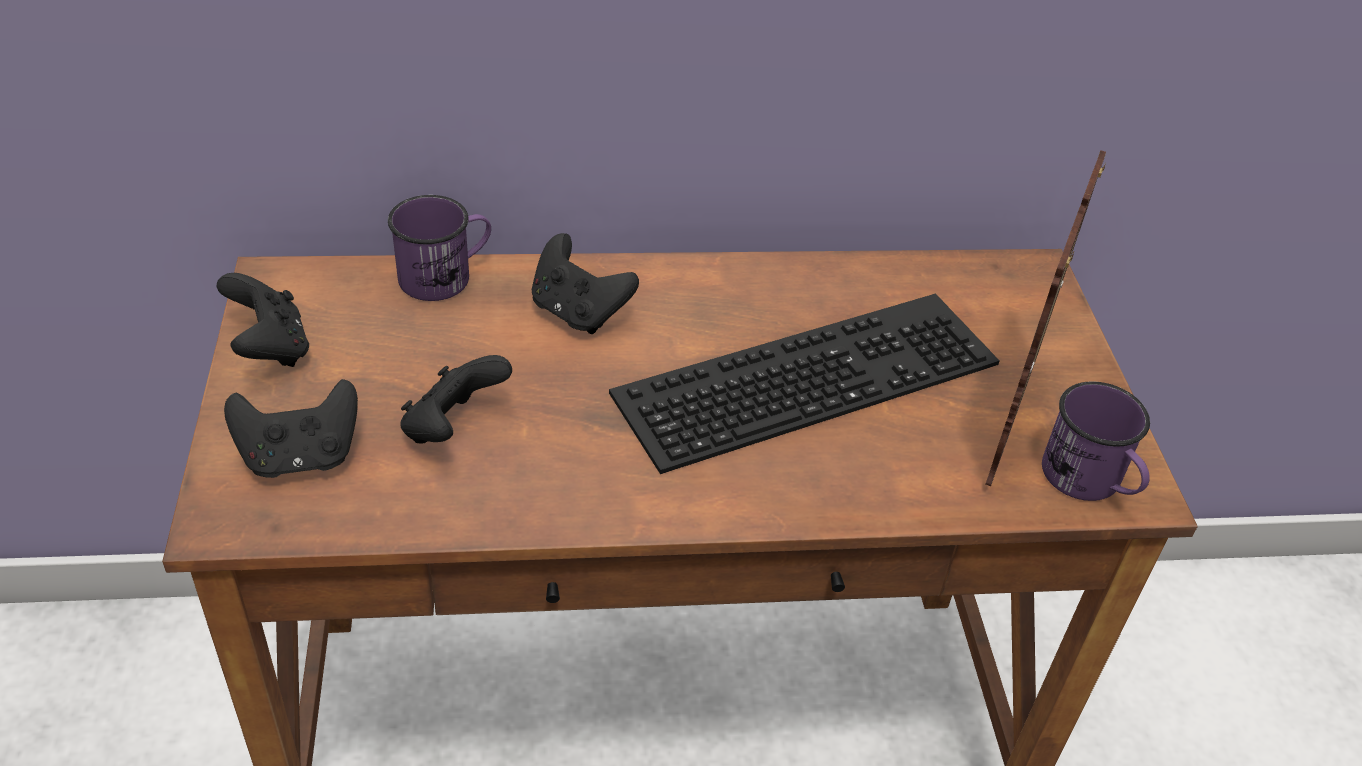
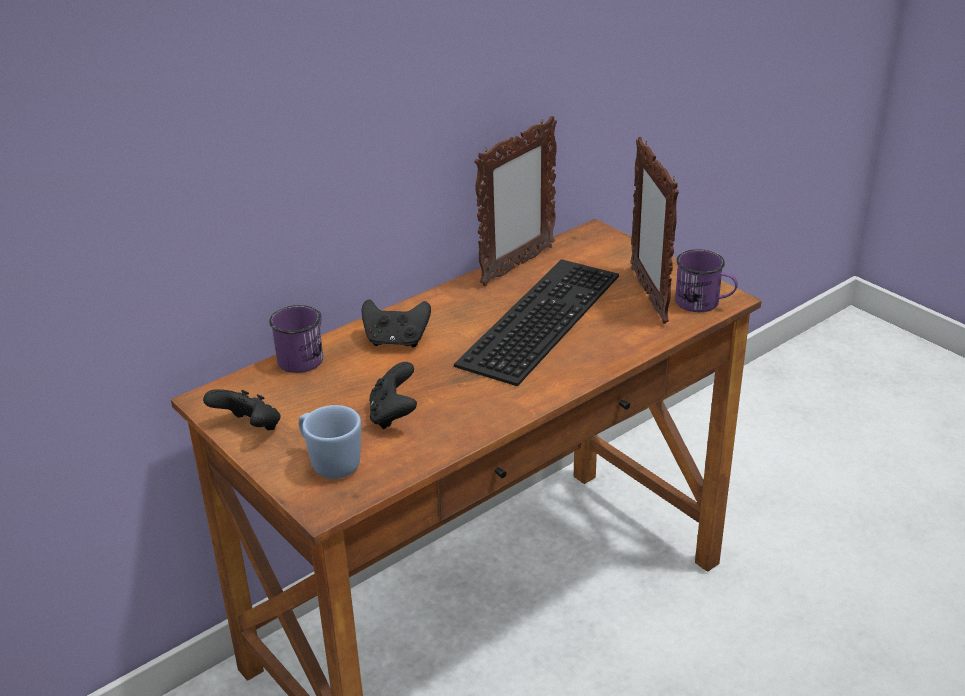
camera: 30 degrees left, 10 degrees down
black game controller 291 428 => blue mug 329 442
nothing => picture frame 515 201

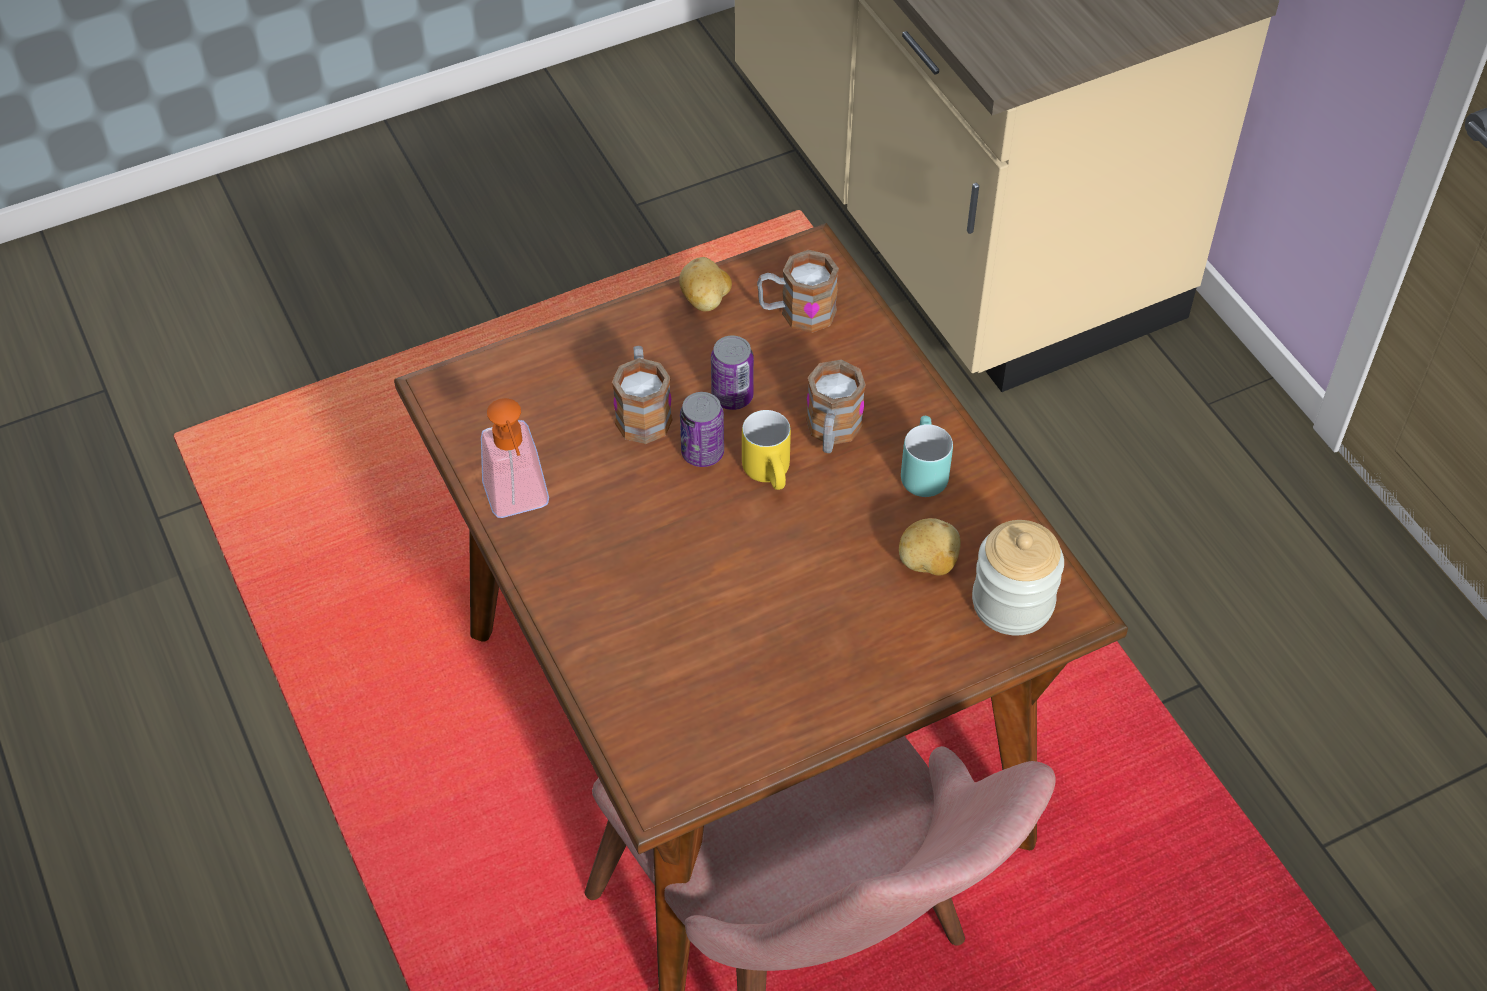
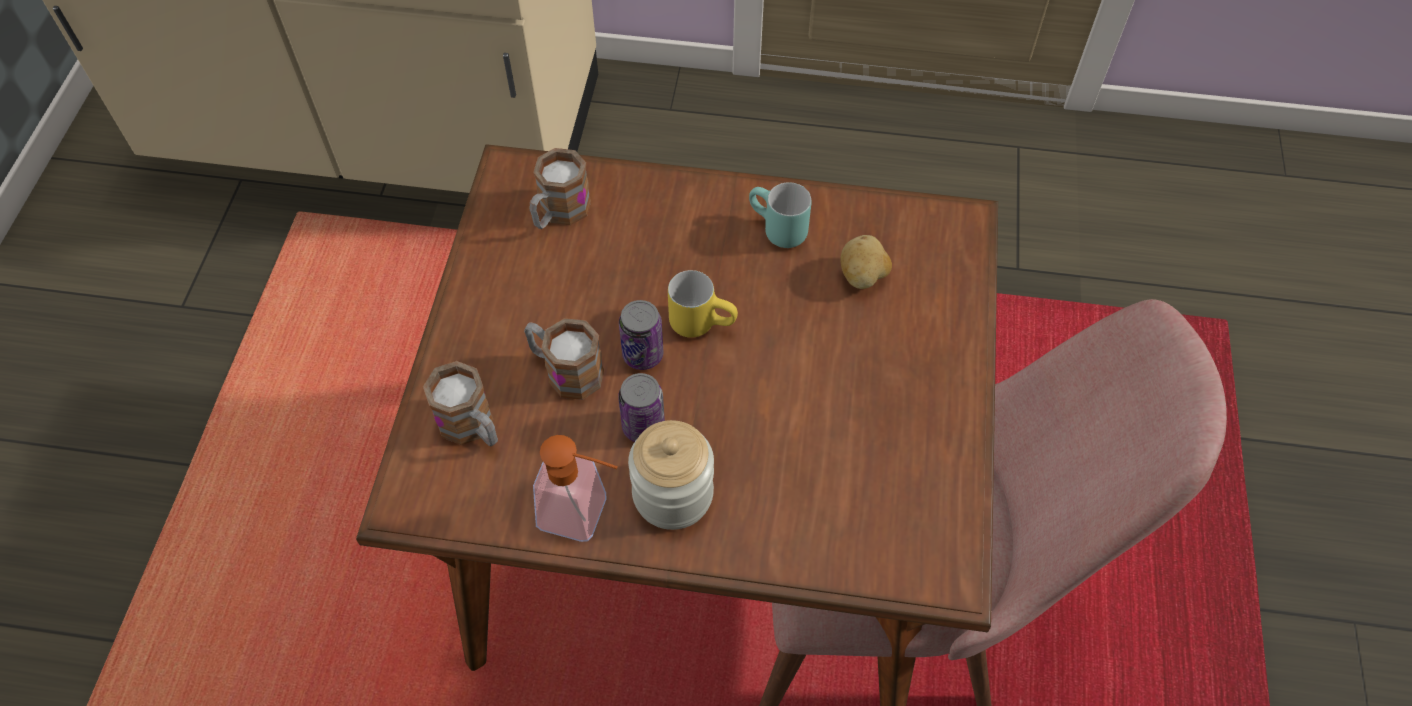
camera: 55 degrees left, 5 degrees up
mug 836 406 => mug 460 403, moved
can 732 373 => can 641 407, moved
jar 1018 577 => jar 671 475, moved
potato 705 284 => nothing

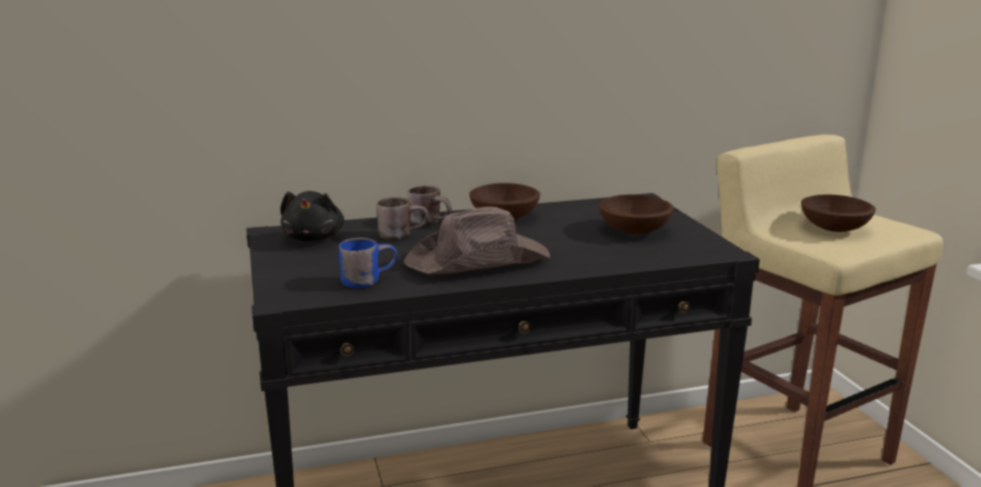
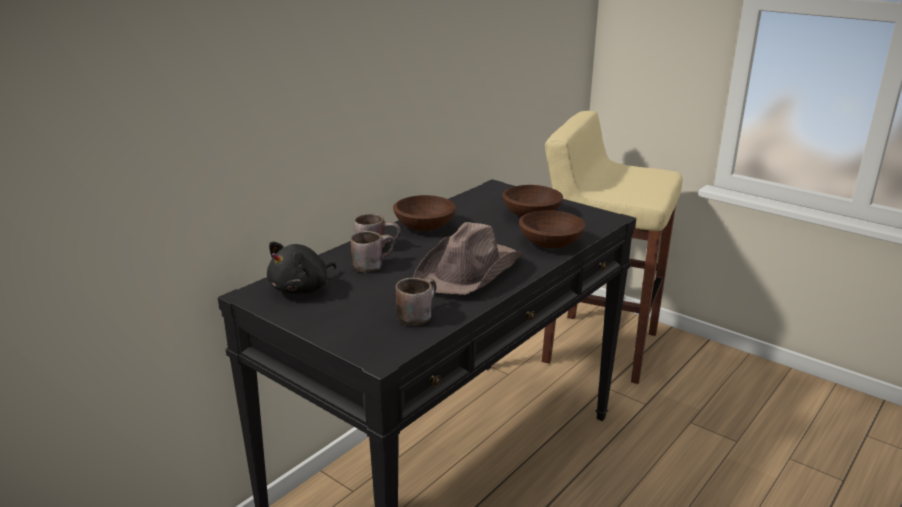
camera: 35 degrees left, 5 degrees up
black plush toy 312 216 => black plush toy 302 267, 75 degrees clockwise
blue mug 368 263 => brown mug 416 302
brown bowl 838 213 => brown bowl 552 229, moved

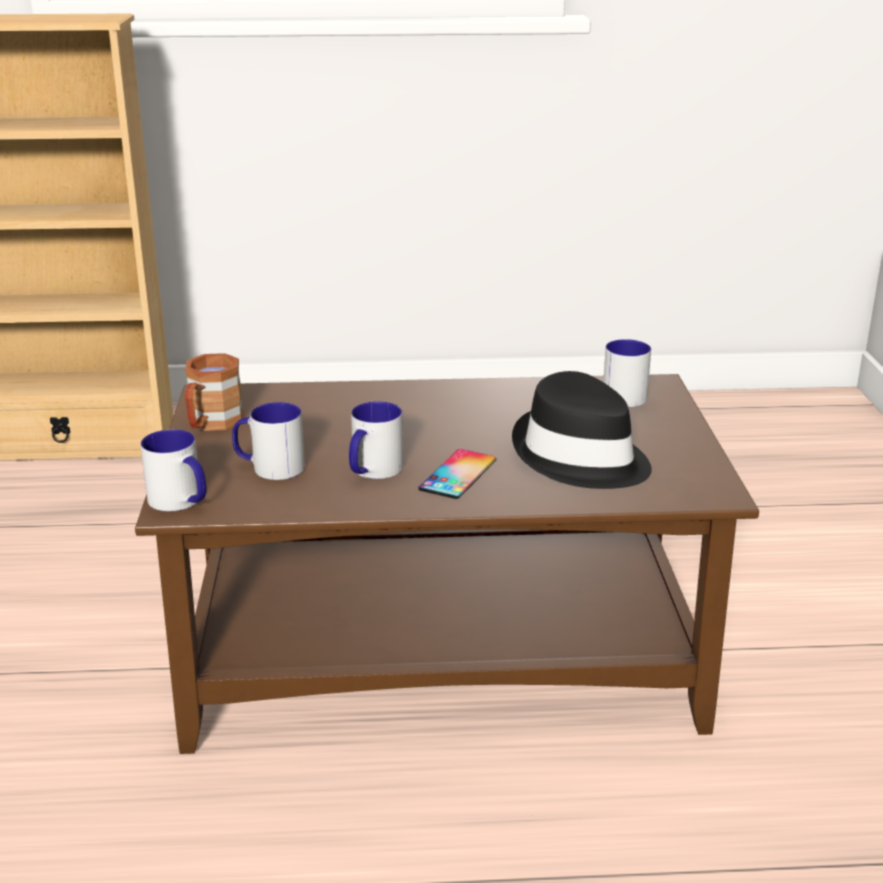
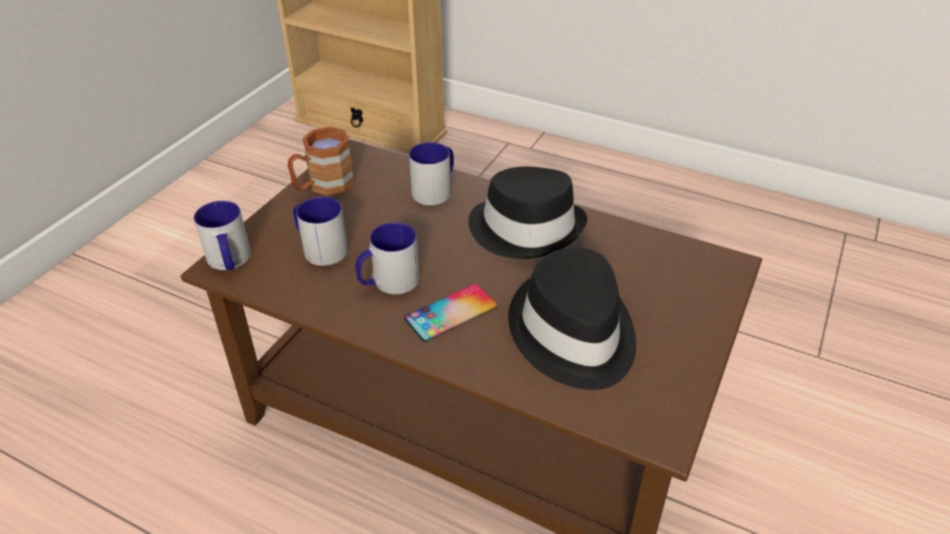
camera: 30 degrees right, 15 degrees up
mug 627 373 => mug 431 173, moved
nothing => black hat 527 213

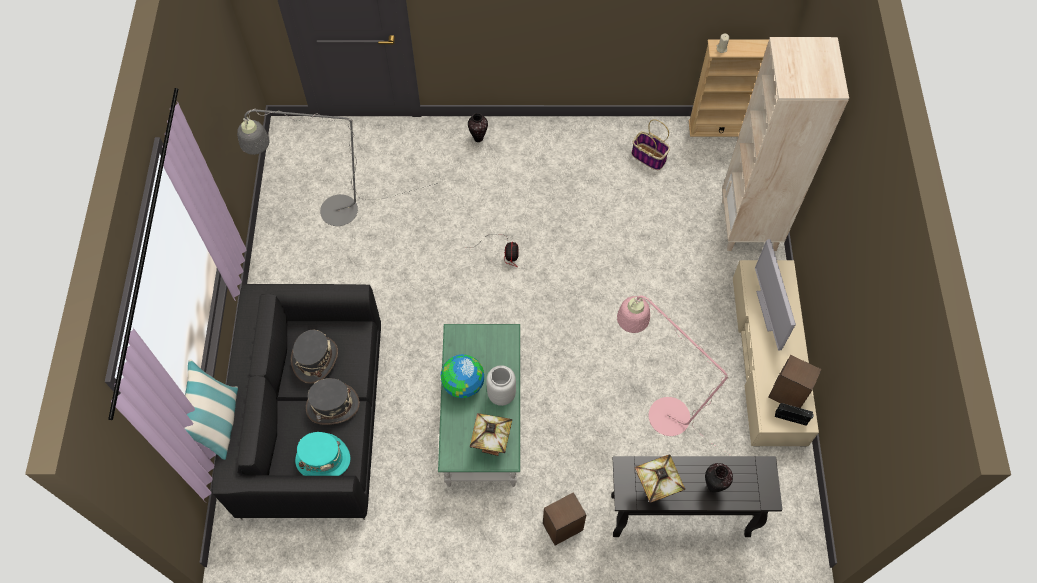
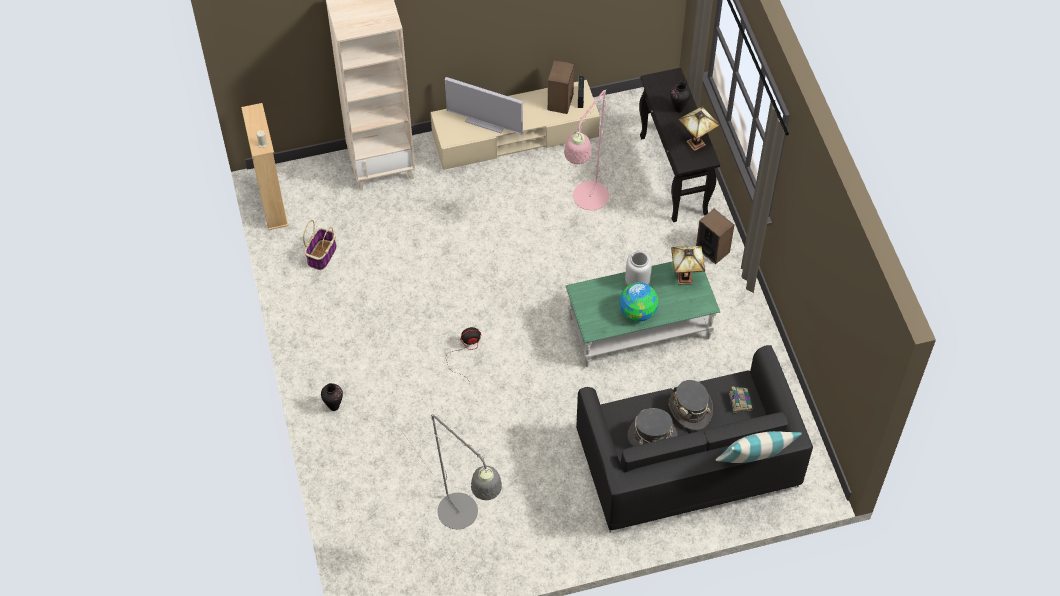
camera: 105 degrees left, 5 degrees down
television 775 295 => television 484 106, 45 degrees clockwise
turquoise hat 322 454 => book 741 400

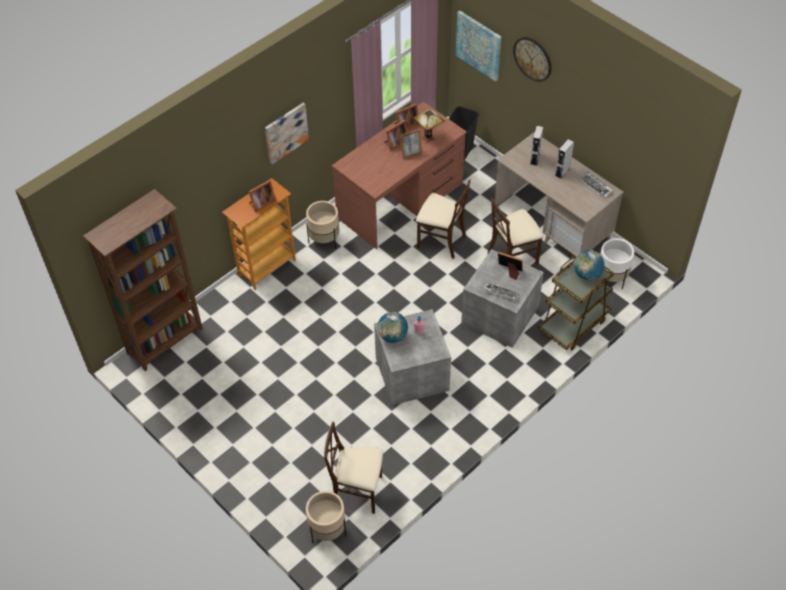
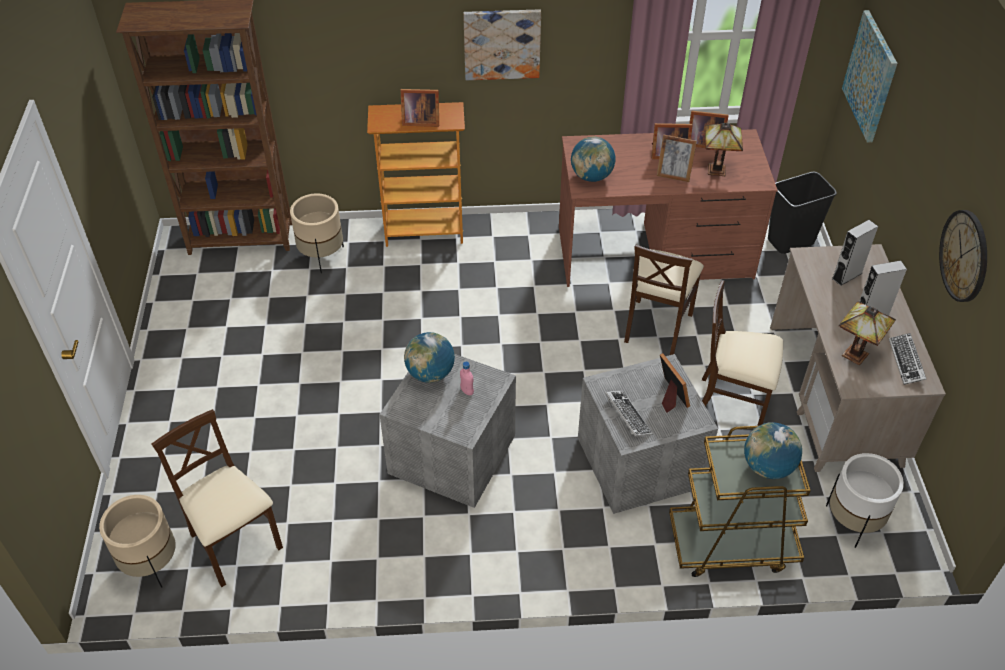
camera: 40 degrees right, 5 degrees down
beige planter 322 225 => beige planter 317 233, moved
nothing => globe 593 159
beige chair 443 219 => beige chair 664 299, 45 degrees clockwise
nothing => table lamp 867 333
wall clock 532 59 => wall clock 963 256, moved

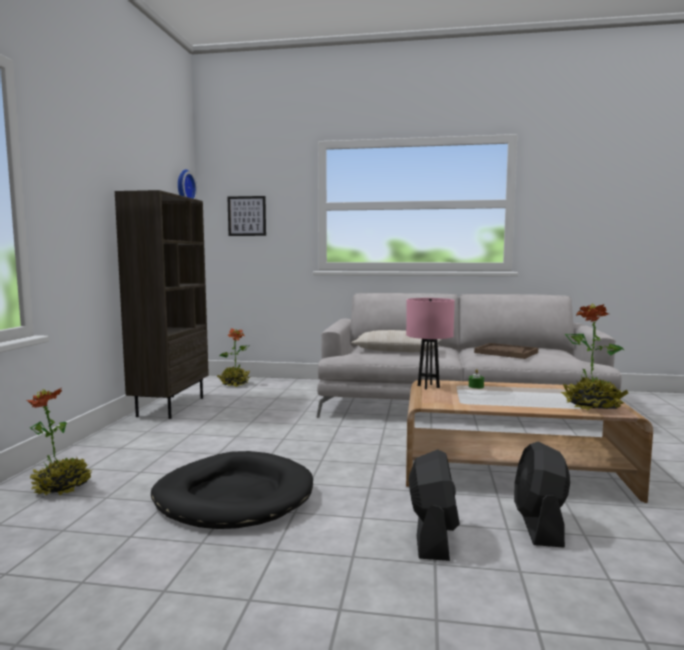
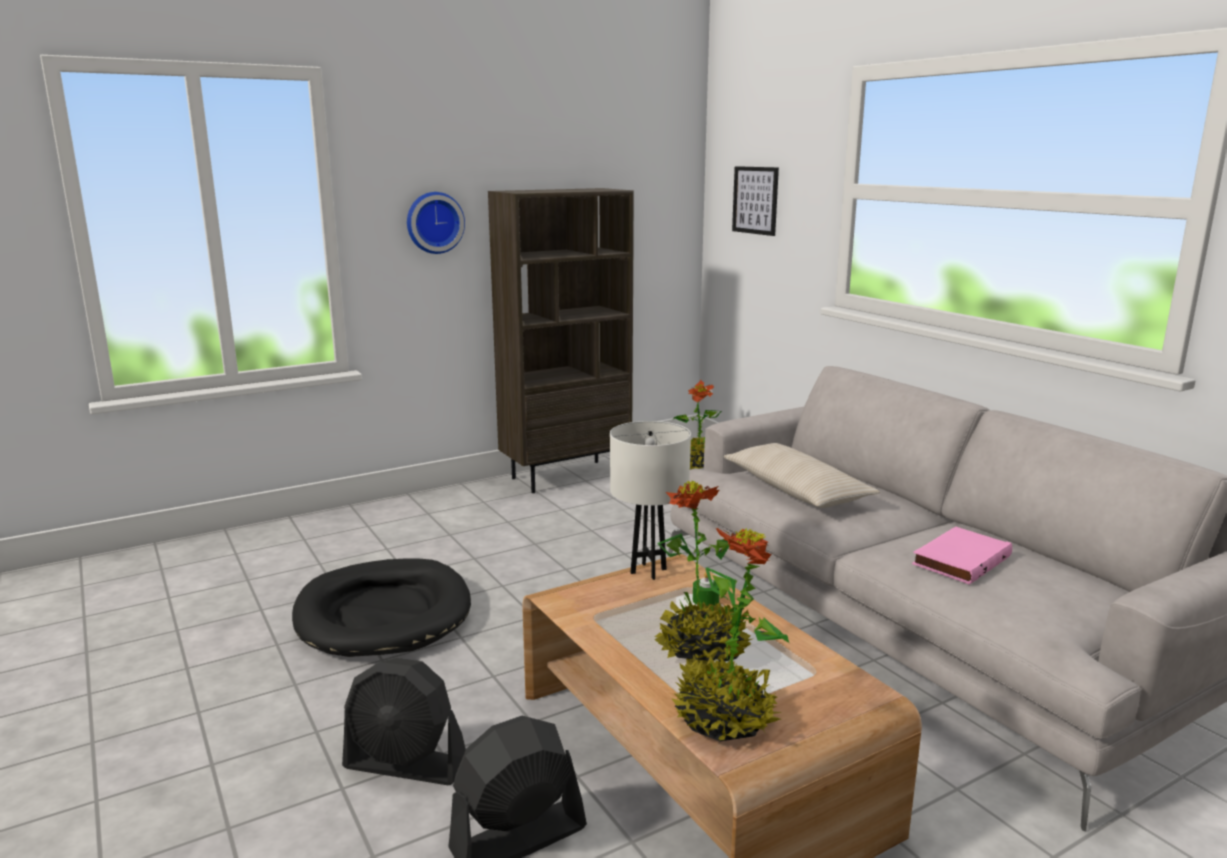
camera: 50 degrees right, 10 degrees up
black fan 434 505 => black fan 404 721, 45 degrees clockwise
wall clock 187 184 => wall clock 436 223, moved
pink table lamp 430 343 => white table lamp 650 500
potted plant 60 441 => potted plant 703 573, moved
brown tray 506 351 => pink book 962 556

